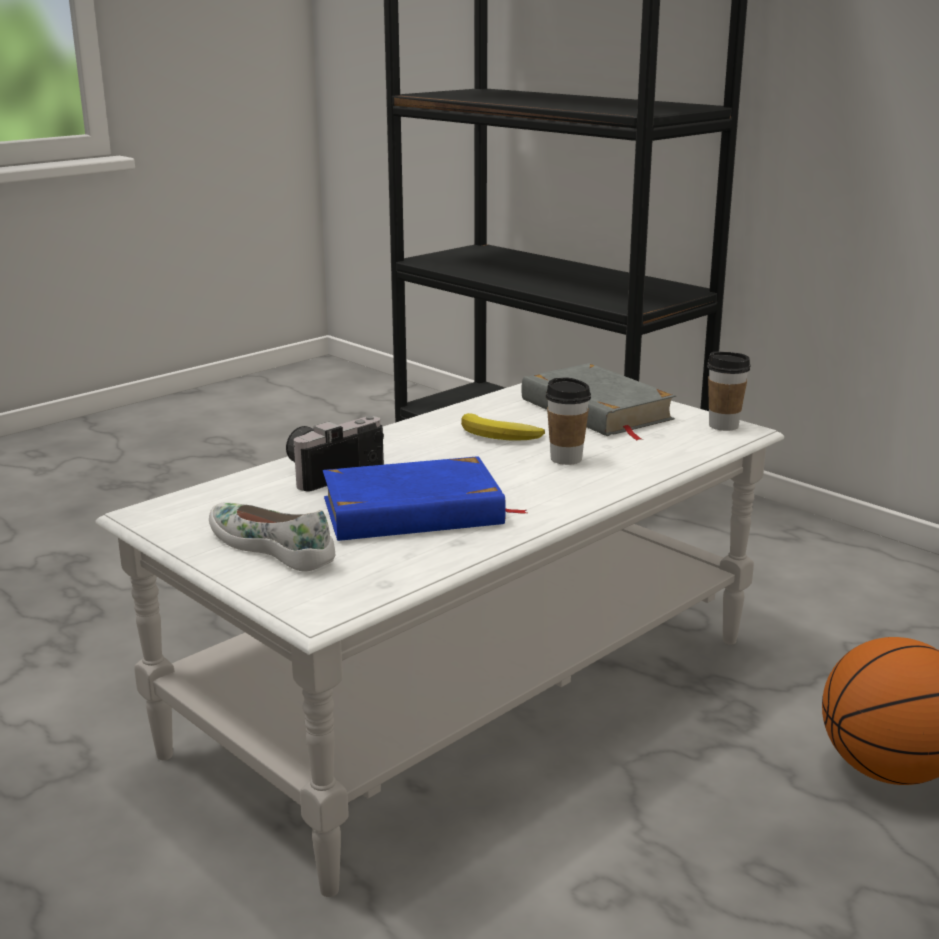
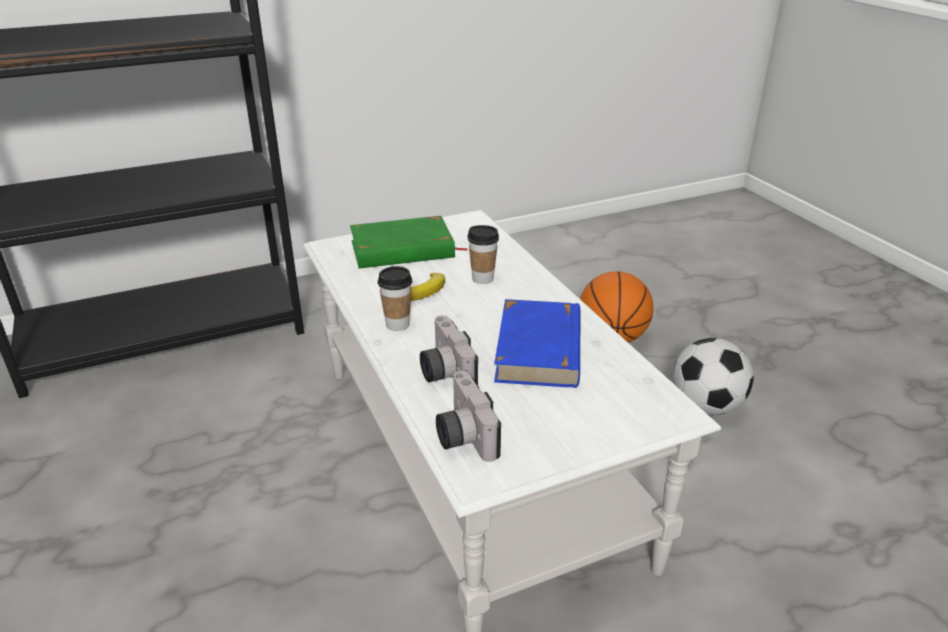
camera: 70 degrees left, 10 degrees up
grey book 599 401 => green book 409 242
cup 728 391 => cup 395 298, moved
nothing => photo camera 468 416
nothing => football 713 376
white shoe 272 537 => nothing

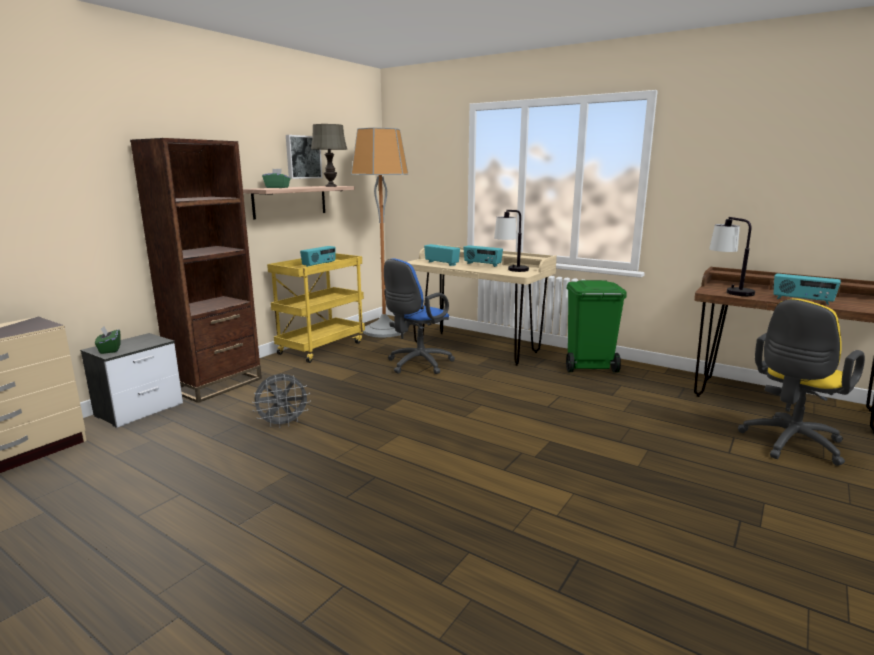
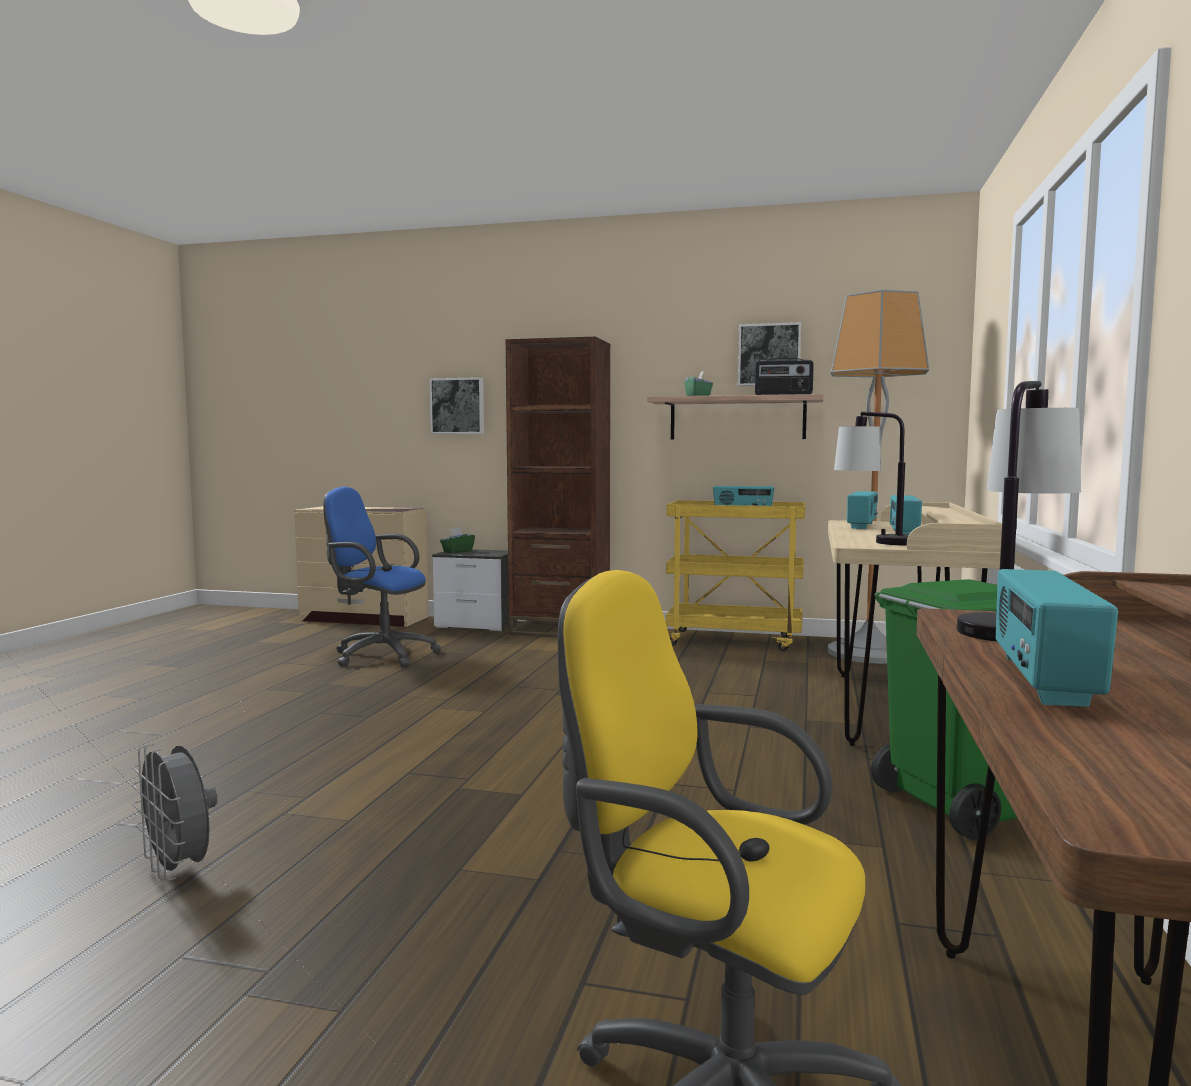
camera: 70 degrees right, 10 degrees down
grey fan 281 401 => grey fan 174 812, moved
blue office chair 419 316 => blue office chair 382 577, moved
nothing => picture 456 405
grey table lamp 329 155 => radio 784 376

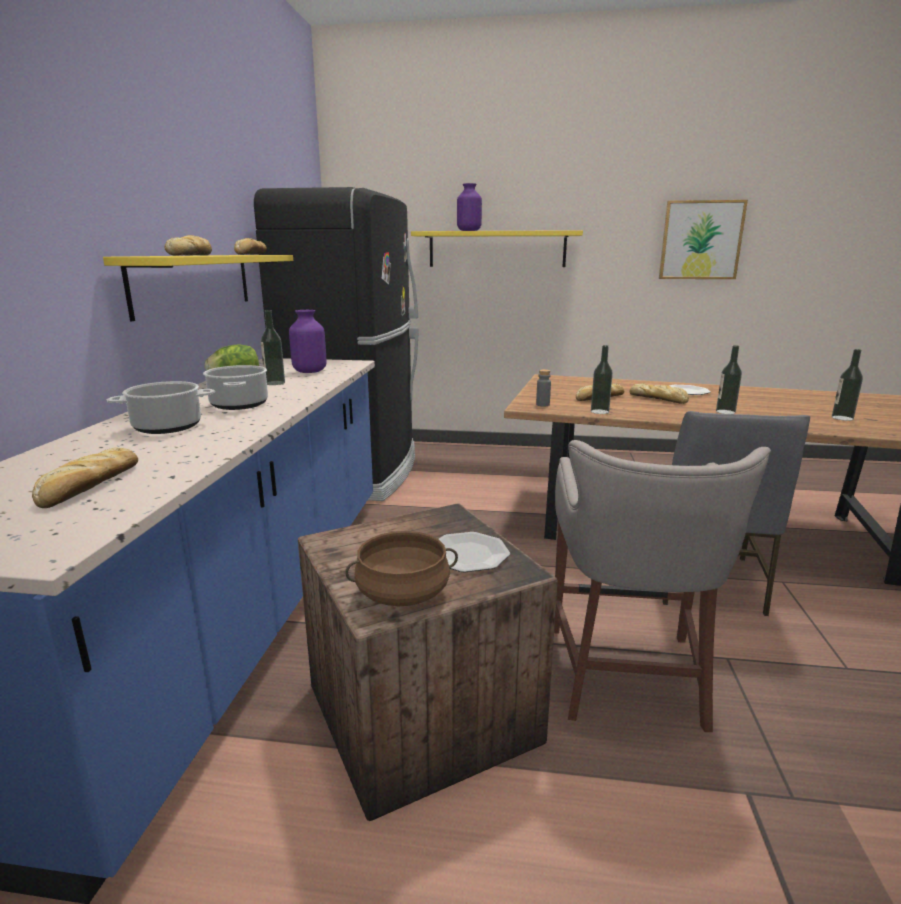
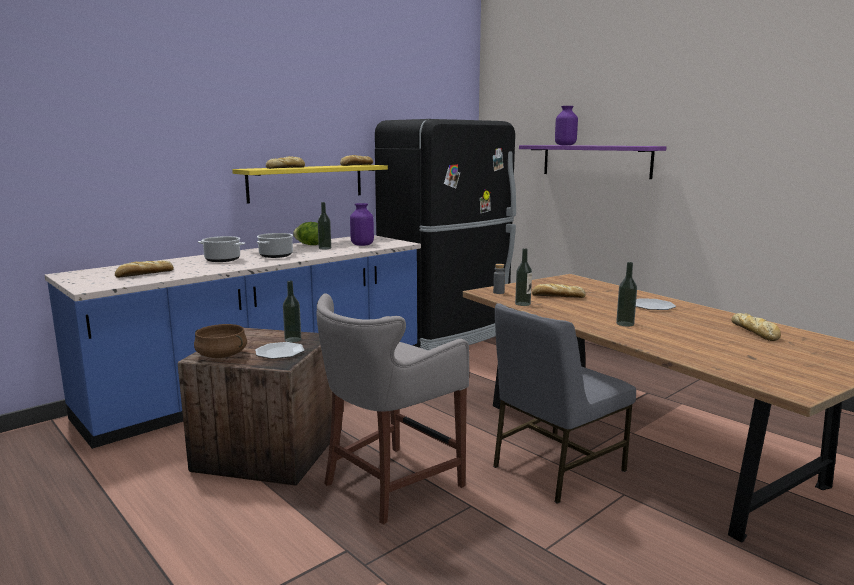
camera: 40 degrees right, 5 degrees down
bottle 847 385 => bottle 292 311, moved
yellow shelf 497 248 => purple shelf 593 162
bread 659 393 => bread 756 327, moved
picture 703 239 => nothing

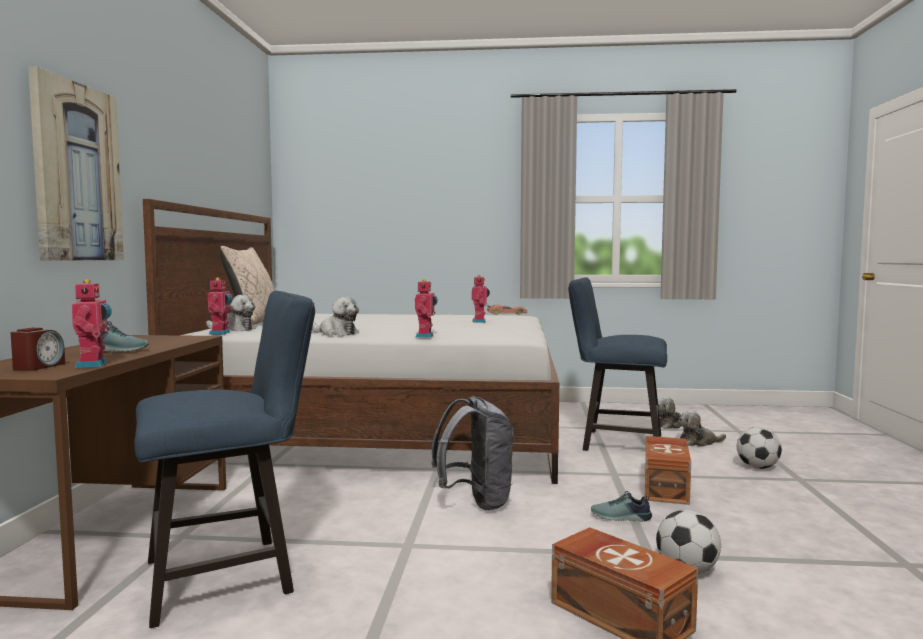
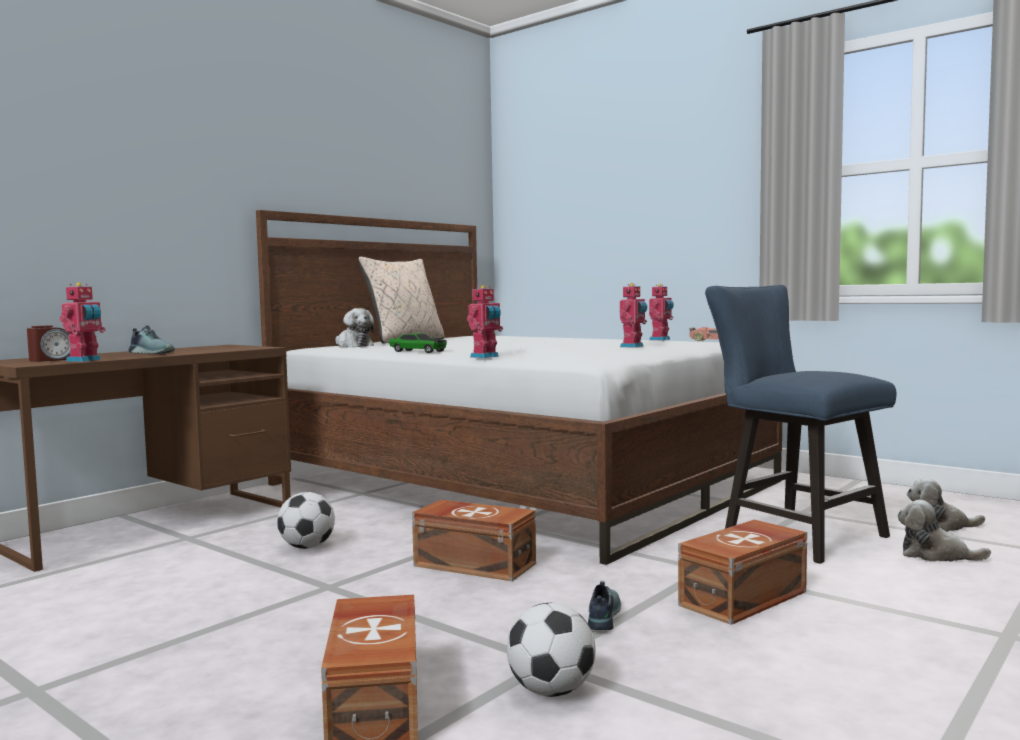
camera: 35 degrees right, 0 degrees up
football 759 448 => football 306 520, moved
plush toy 335 316 => toy car 418 343
grey backpack 472 453 => brown storage box 474 540
shoe 621 506 => shoe 604 605, 60 degrees clockwise
toy robot 220 306 => toy robot 661 312, moved
picture 76 163 => nothing
blue chair 224 459 => nothing

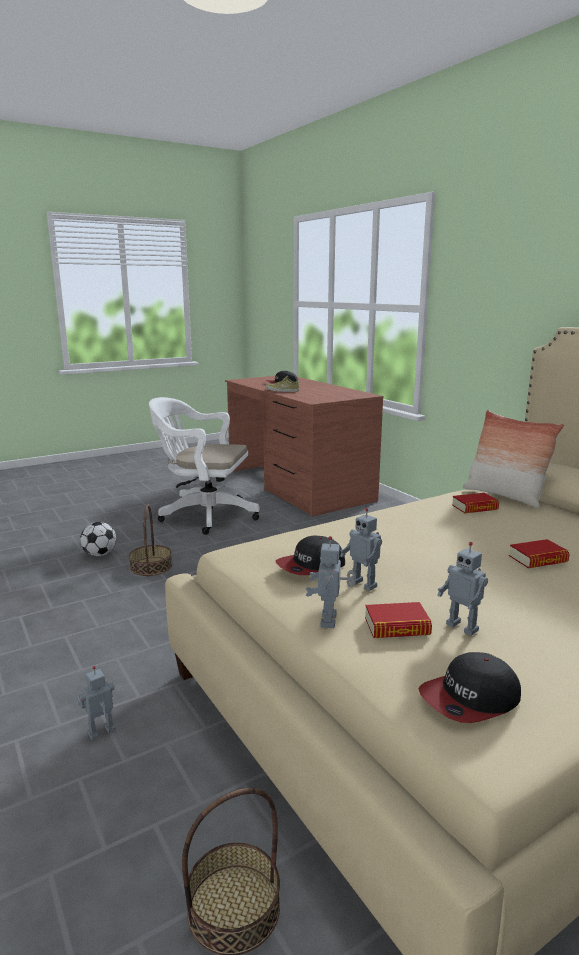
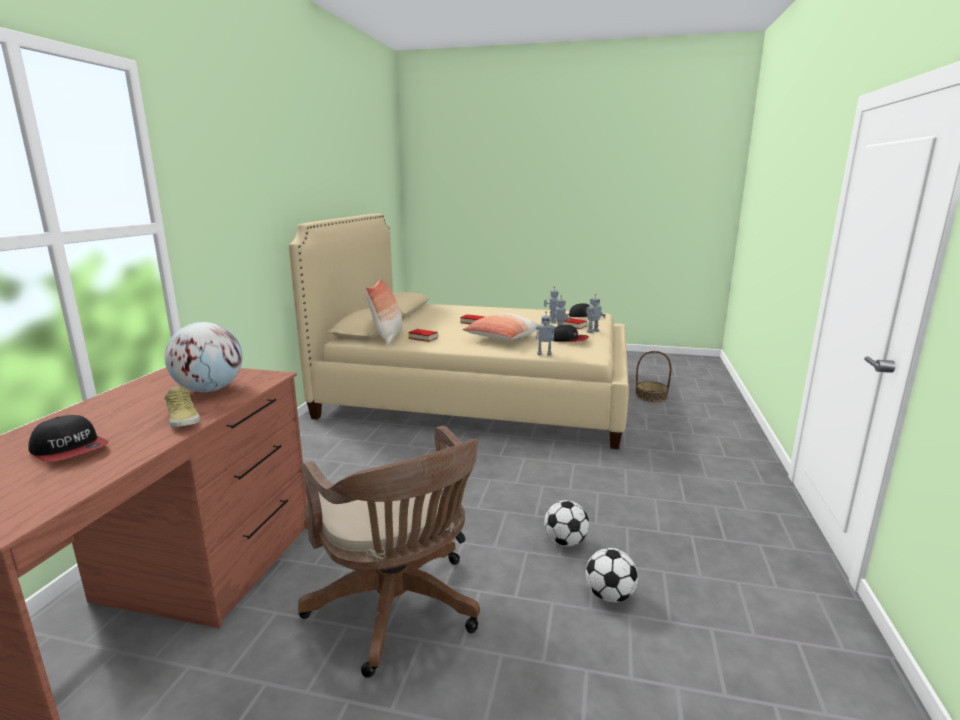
camera: 135 degrees left, 0 degrees up
nothing => globe 203 357
white office chair 204 466 => brown office chair 389 552
nothing => pillow 500 326
toy robot 96 703 => toy robot 545 333, moved
basket 150 540 => football 566 523

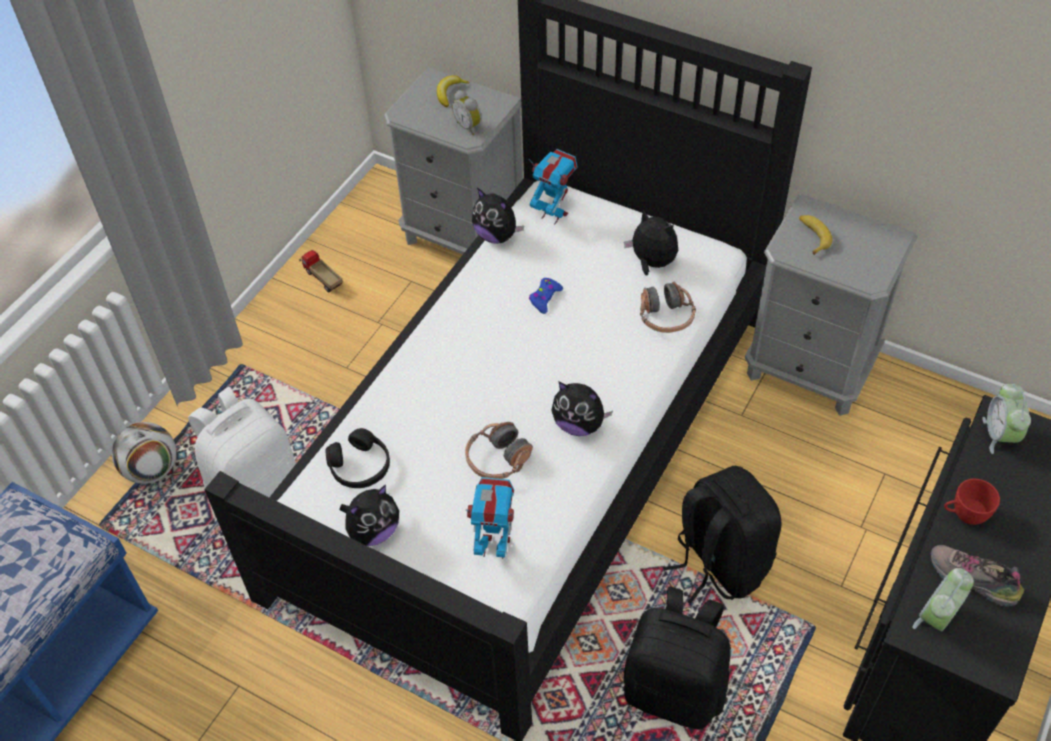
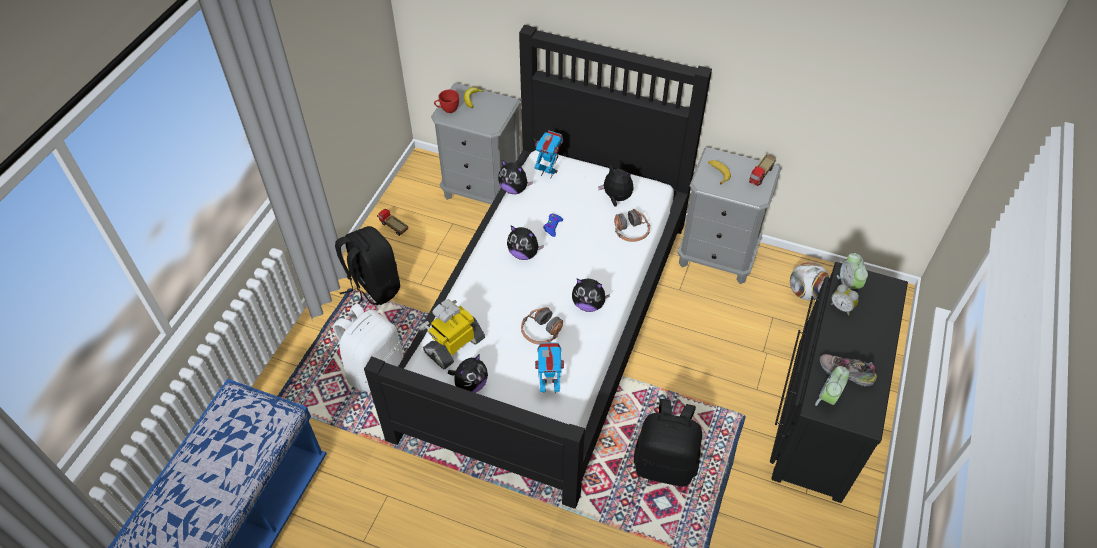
camera: 10 degrees left, 0 degrees up
black backpack 722 535 => black backpack 367 265, moved
black headphones 357 458 => toy robot 452 334
red cup 972 502 => red cup 446 101, moved
nothing => plush toy 525 243
nothing => toy truck 762 170
football 144 453 => football 810 281, moved
alarm clock 466 112 => alarm clock 845 299, moved

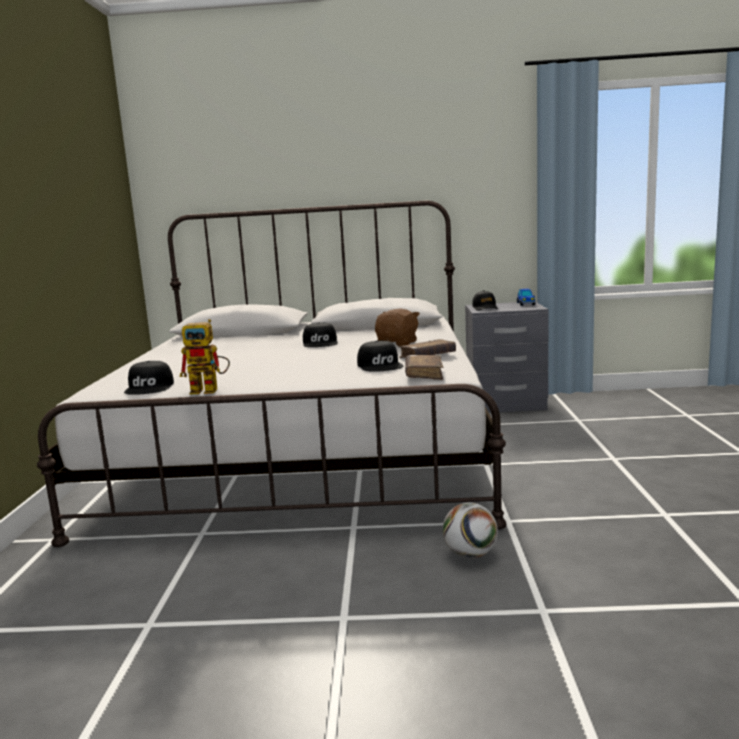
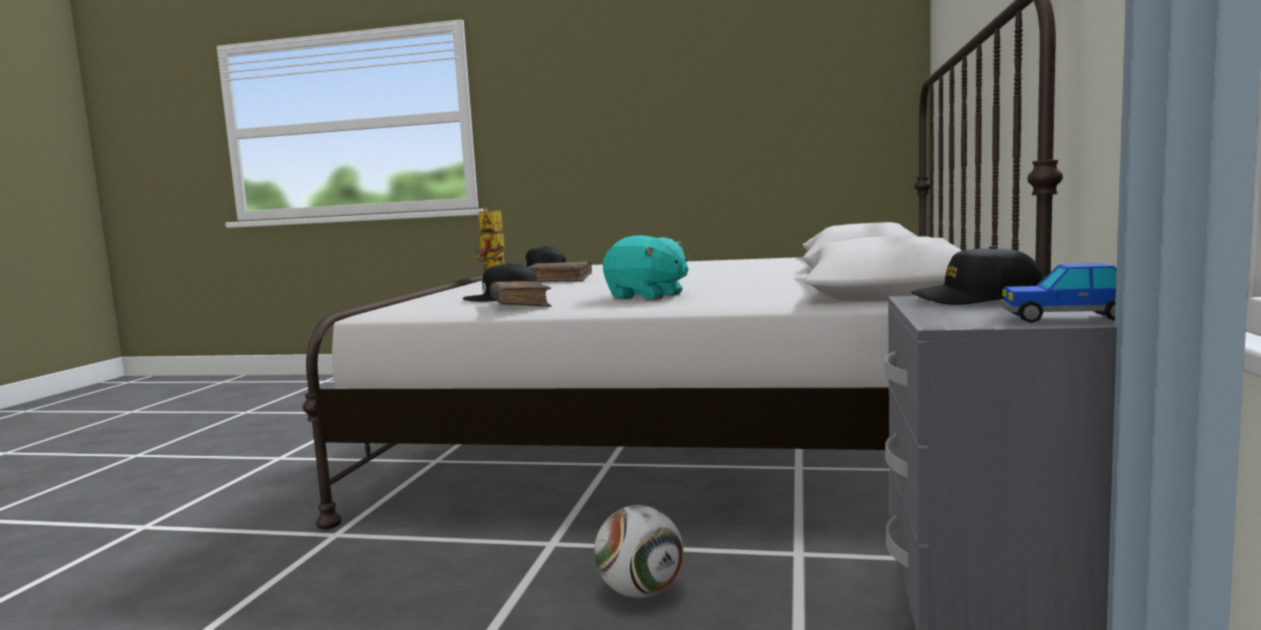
camera: 100 degrees right, 5 degrees down
brown book 424 367 => brown book 560 272, moved
football 470 530 => football 638 551, moved
brown plush toy 397 327 => turquoise plush toy 645 267
black cap 320 334 => nothing

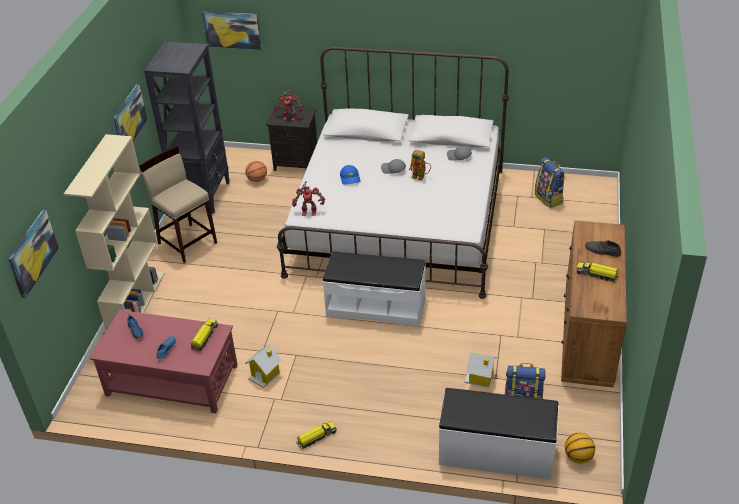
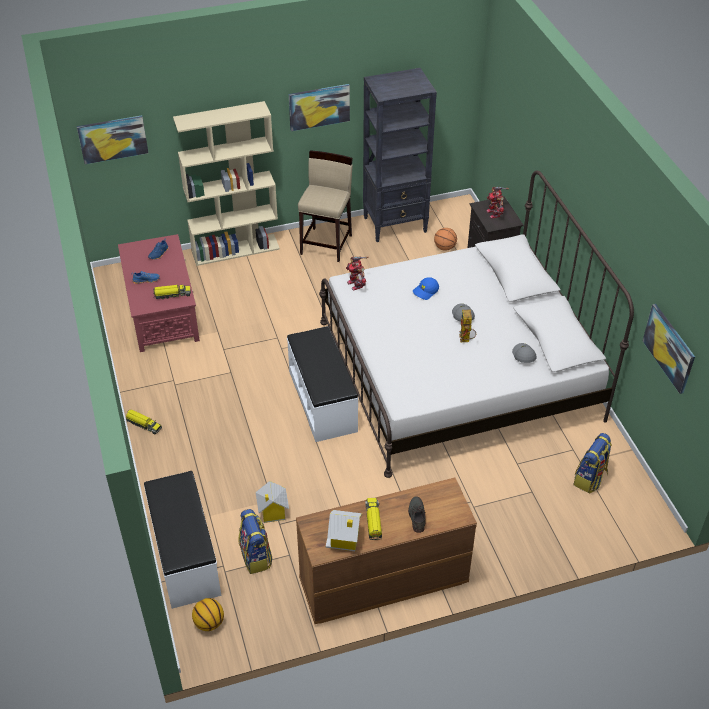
camera: 60 degrees right, 5 degrees up
toy house 263 366 => toy house 344 530, moved
picture 232 30 => picture 669 349, moved

